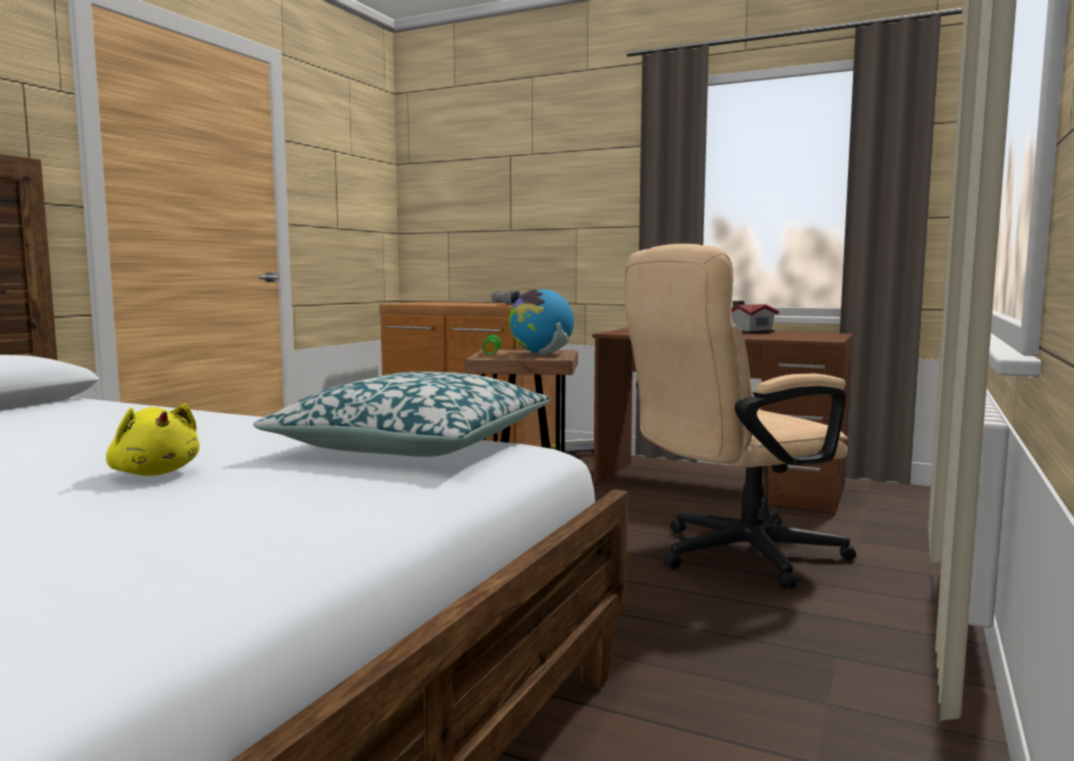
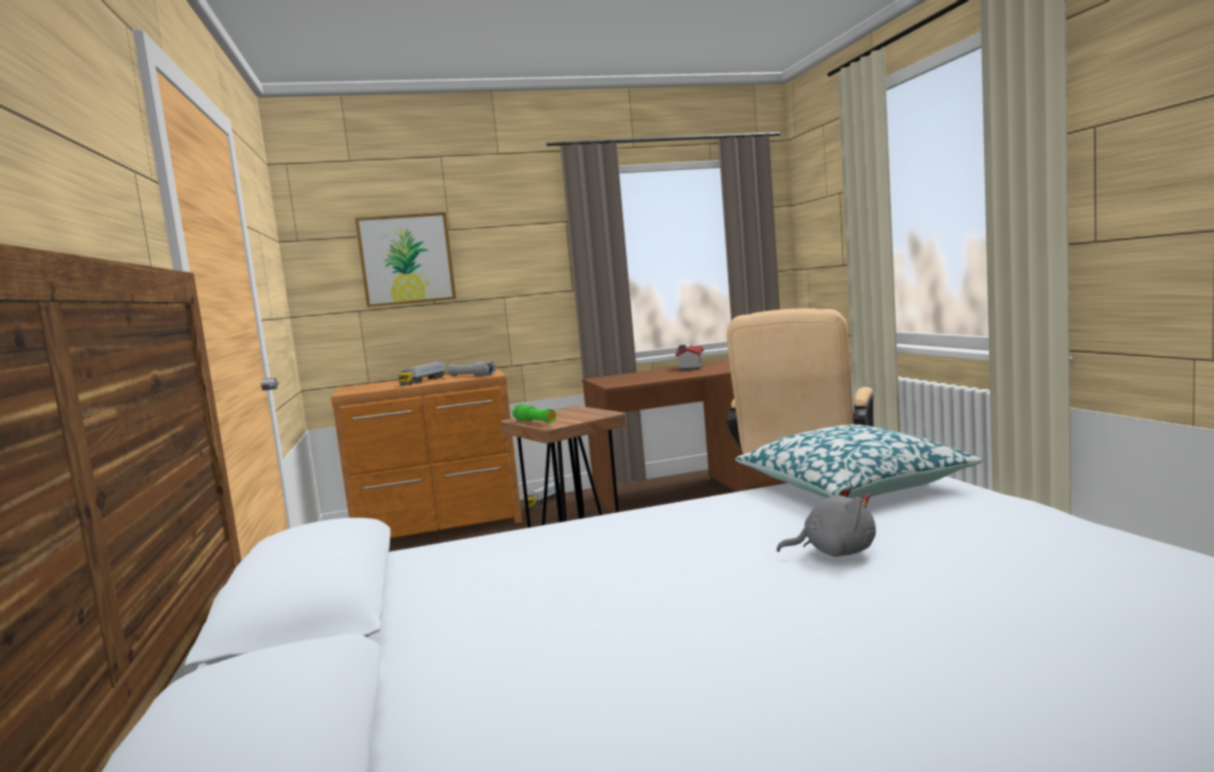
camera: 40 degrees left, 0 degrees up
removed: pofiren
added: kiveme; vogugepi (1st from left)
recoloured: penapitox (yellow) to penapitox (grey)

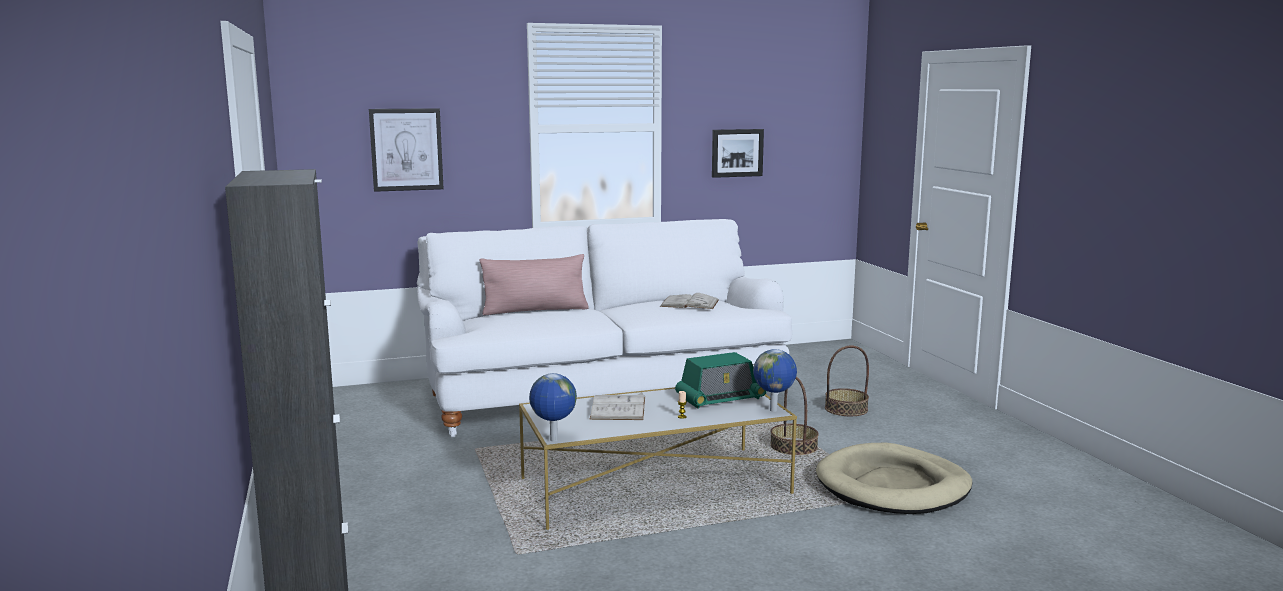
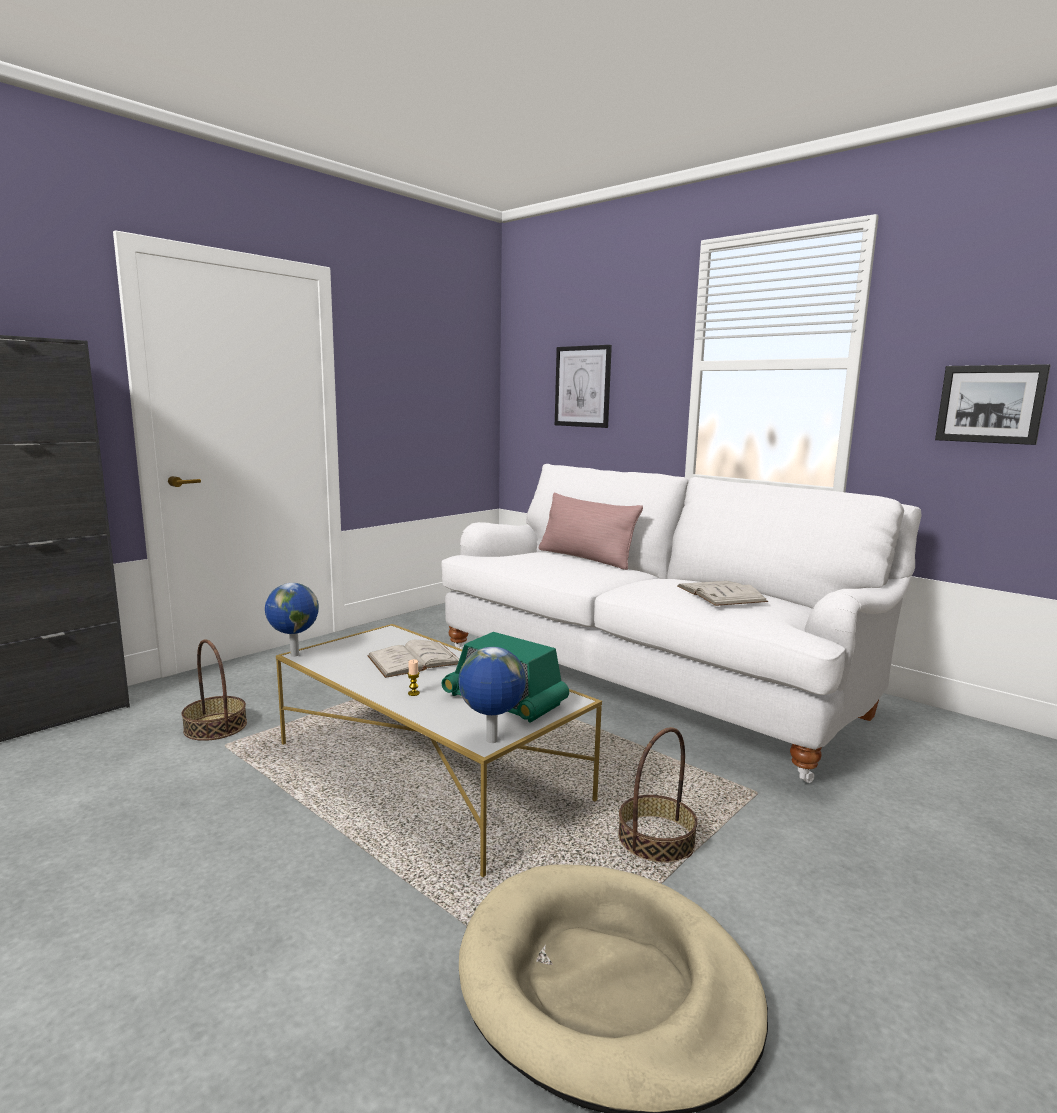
camera: 60 degrees right, 0 degrees up
moved: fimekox (2nd from left in the first image) to fimekox (1st from left)

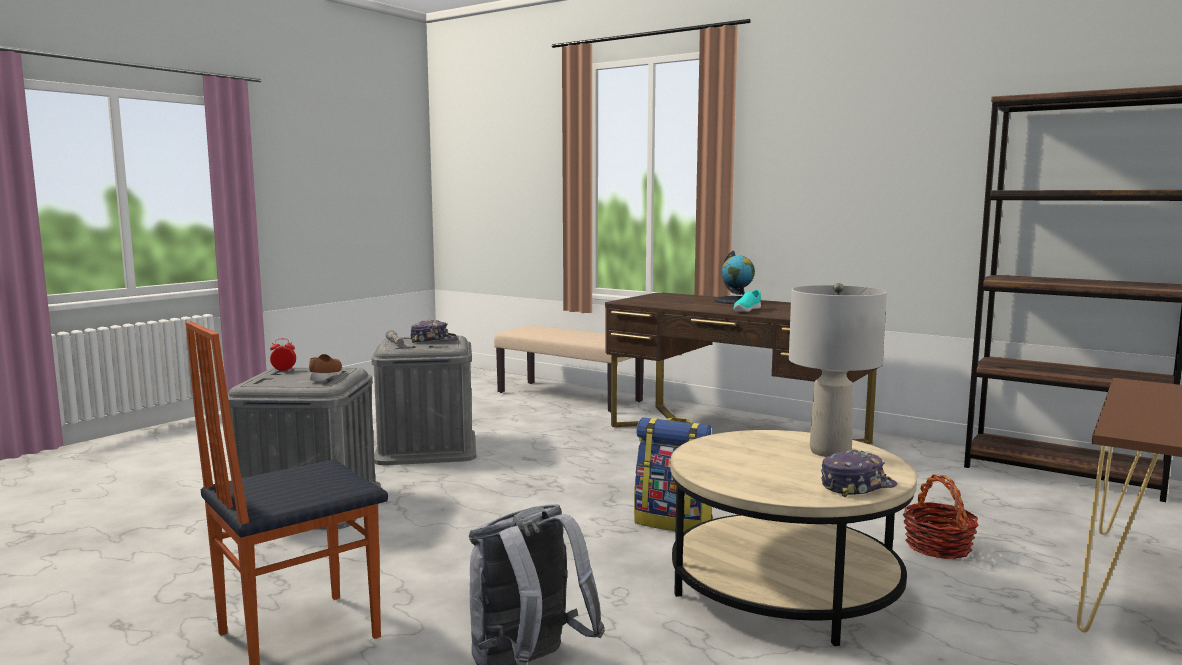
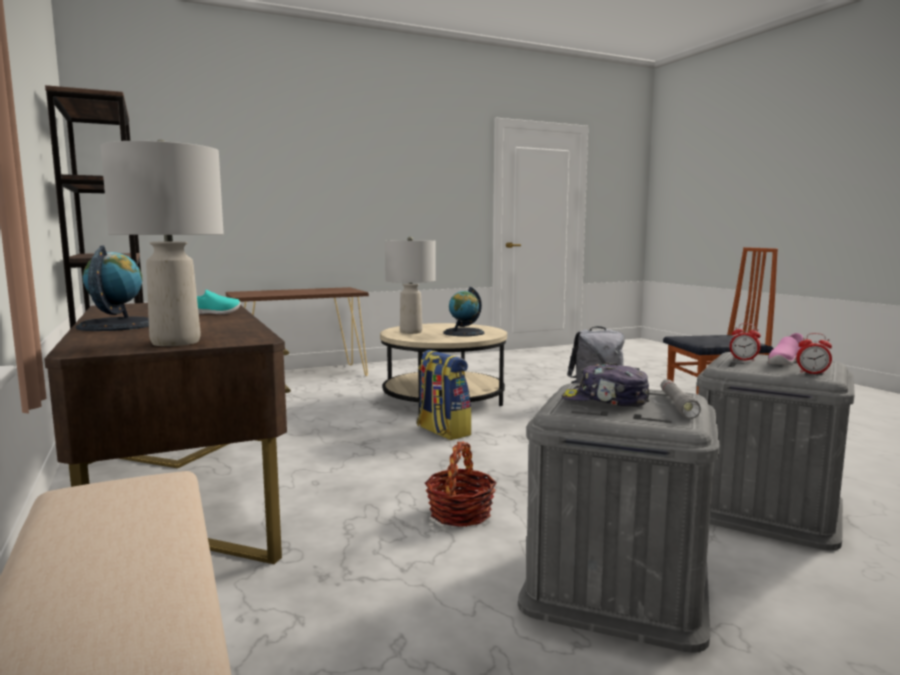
camera: 150 degrees left, 0 degrees up
removed: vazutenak (2nd from left)
added: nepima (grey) (1st from left); pofiren (2nd from left); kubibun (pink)
moved: fimekox
replaced: kubibun (brown) to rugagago (1st from left)

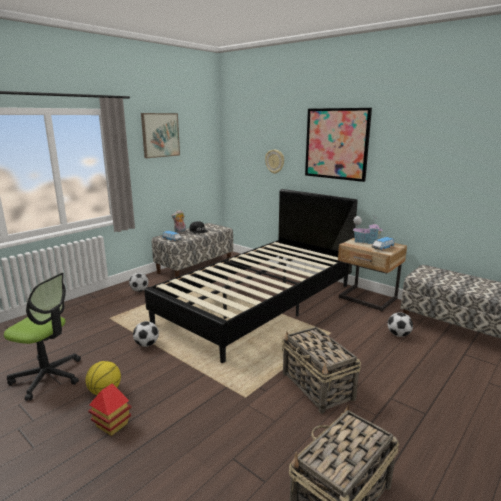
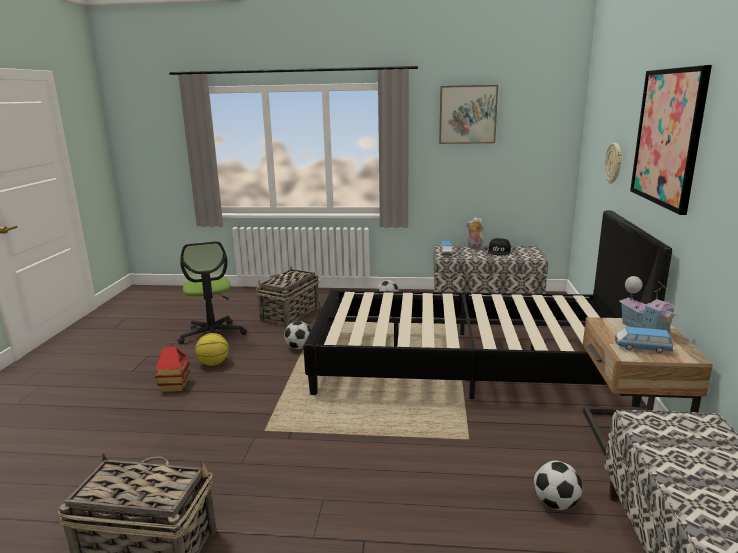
camera: 55 degrees right, 0 degrees up
moved: fimekox (1st from left in the first image) to fimekox (2nd from left)

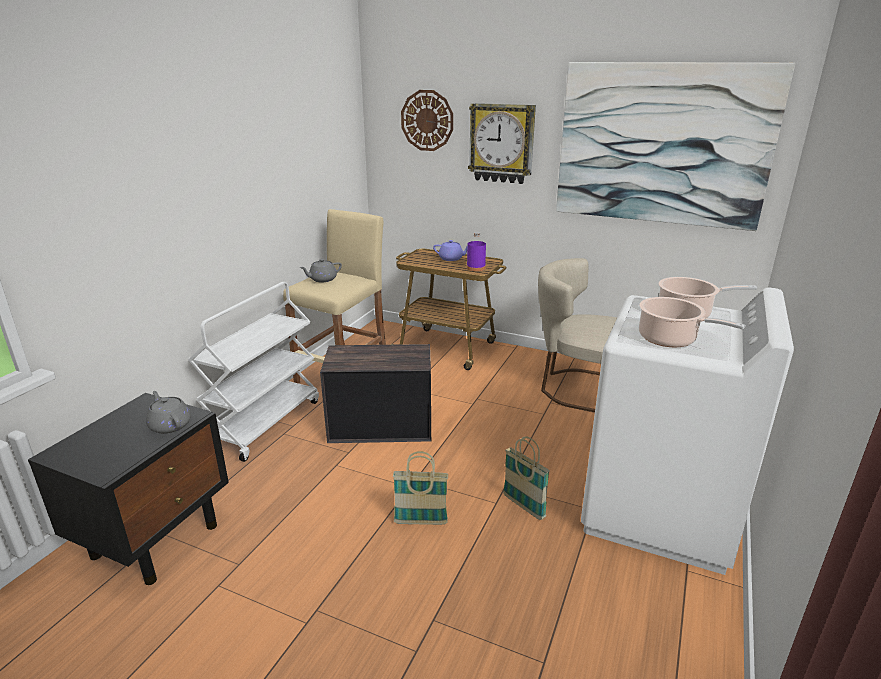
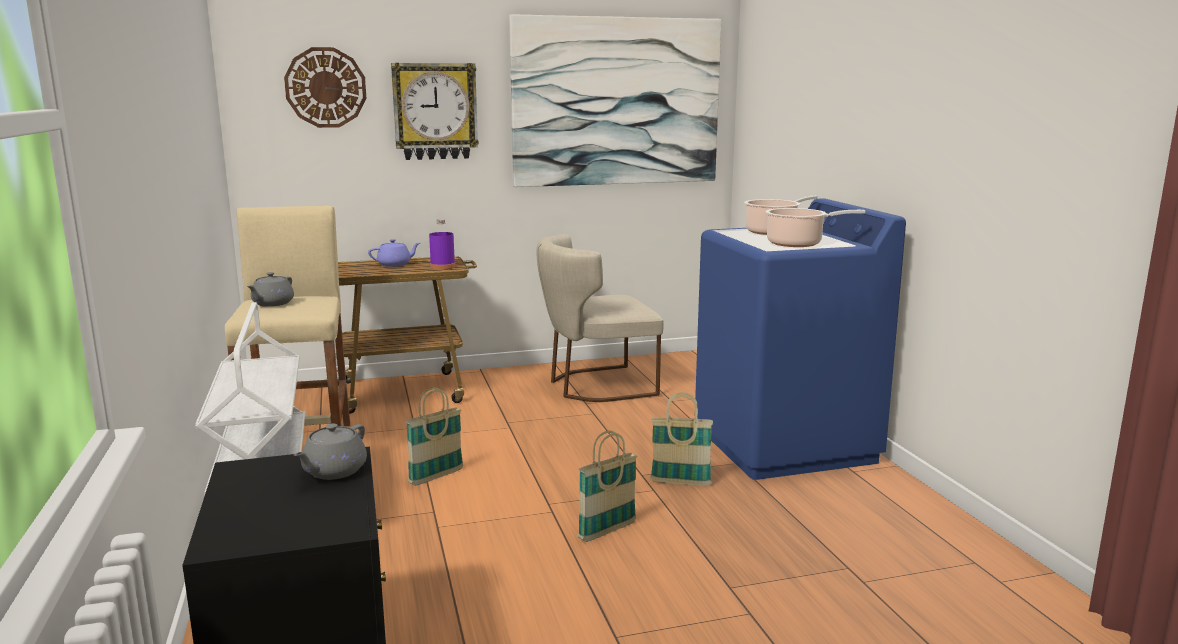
camera: 40 degrees left, 10 degrees down
replaced: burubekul to fimekox (1st from left)
recoloured: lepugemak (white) to lepugemak (blue)
turned: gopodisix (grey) (1st from left in the first image) 75 degrees counterclockwise

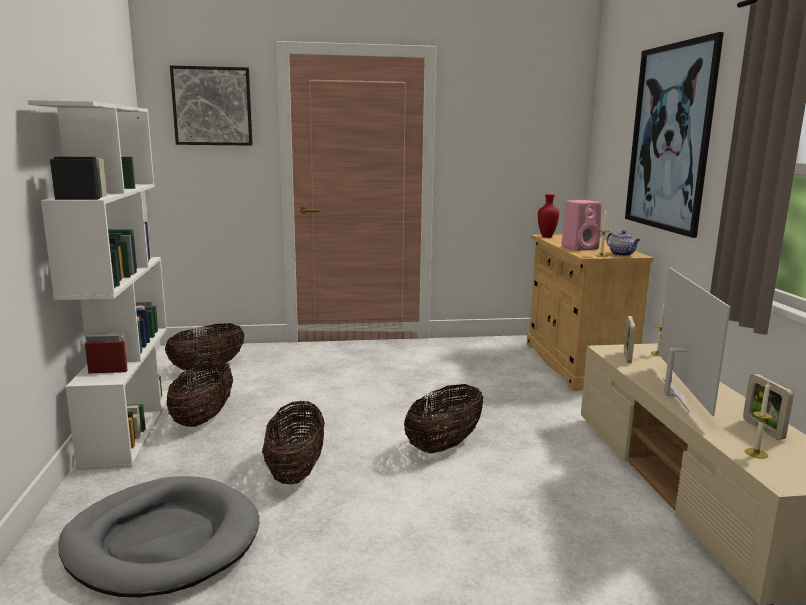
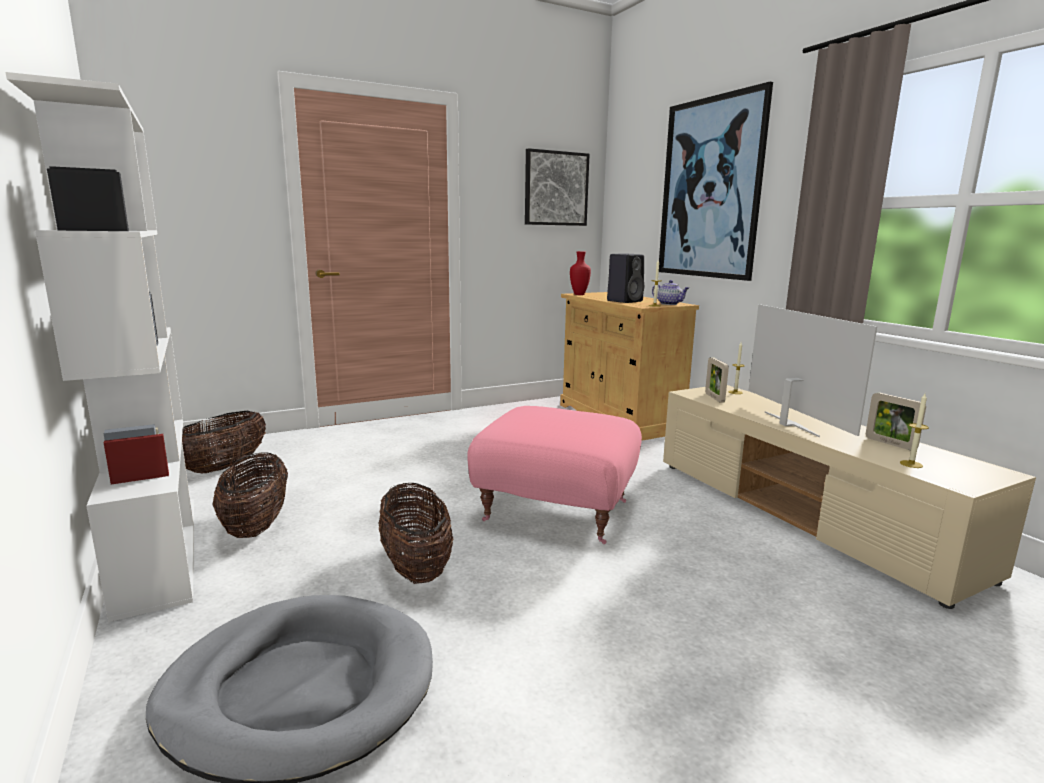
camera: 20 degrees left, 0 degrees up
moved: kiveme (1st from left)
replaced: fimekox (4th from left) to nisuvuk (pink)
recoloured: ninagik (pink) to ninagik (black)

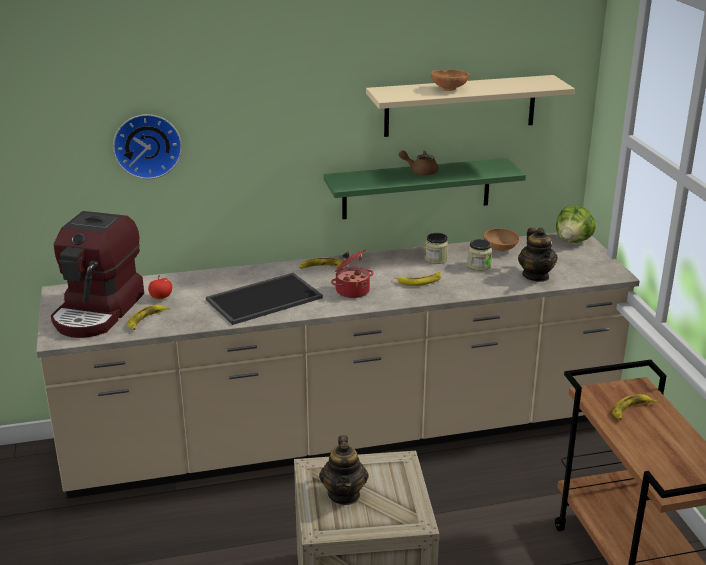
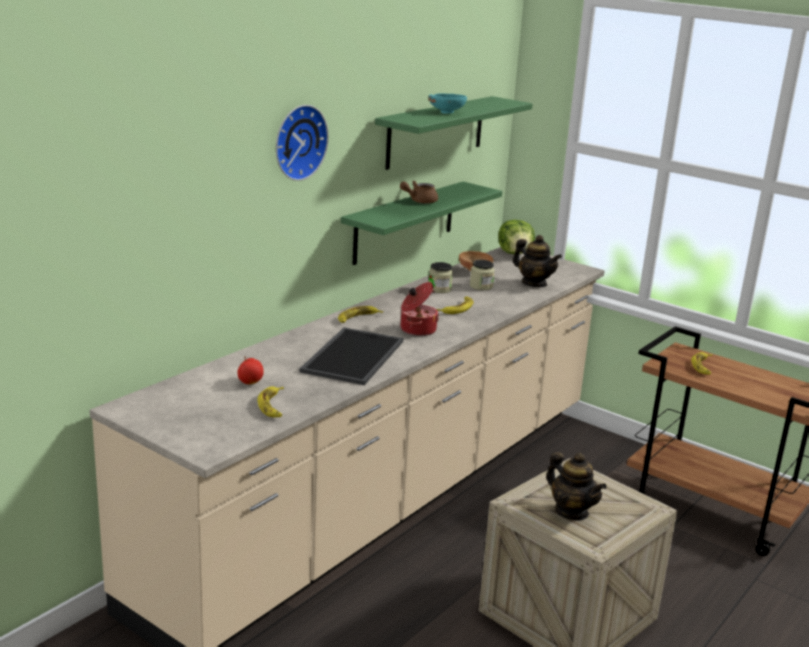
camera: 40 degrees left, 5 degrees down
removed: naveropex
moved: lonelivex
recoloured: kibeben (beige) to kibeben (green) (2nd from left); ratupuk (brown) (1st from left) to ratupuk (turquoise)

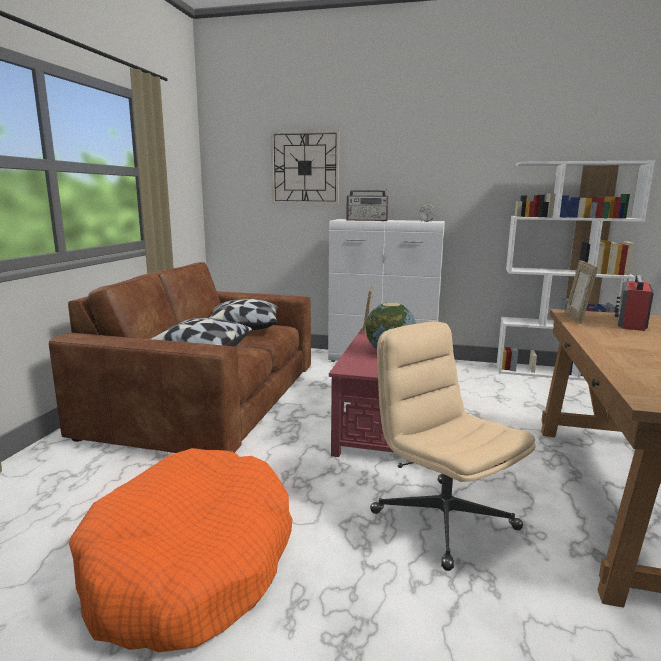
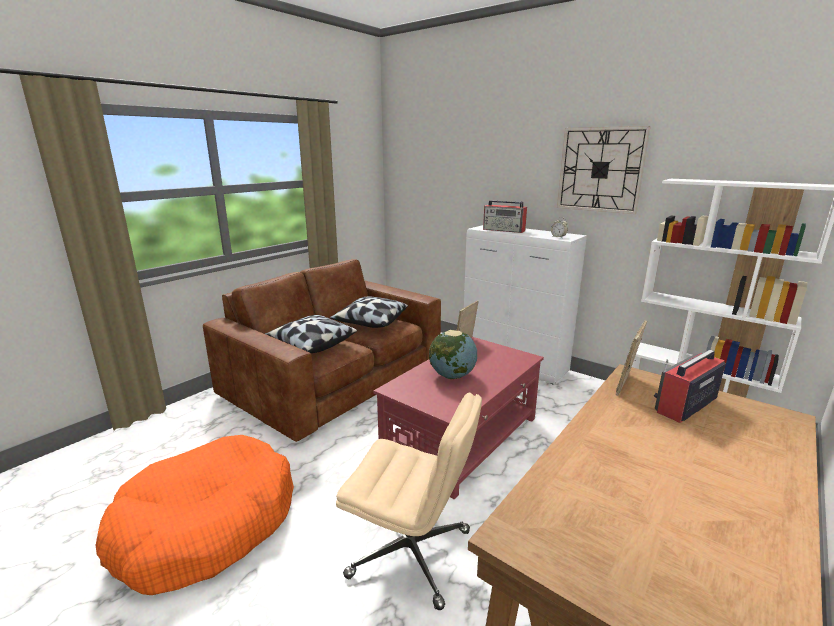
camera: 25 degrees right, 5 degrees up
moved: lonelivex
turned: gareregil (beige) 120 degrees clockwise

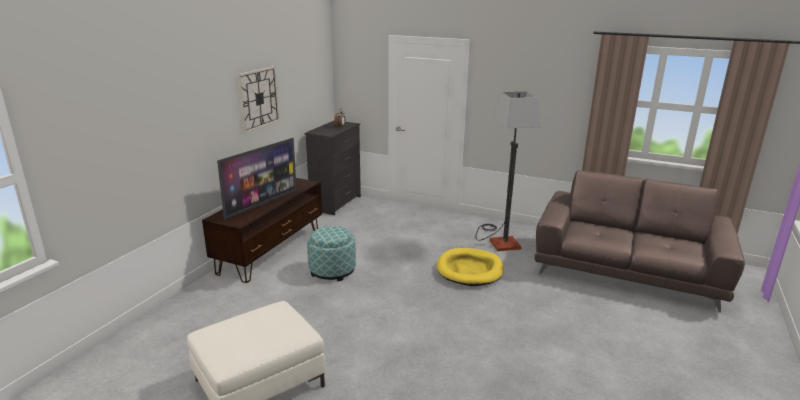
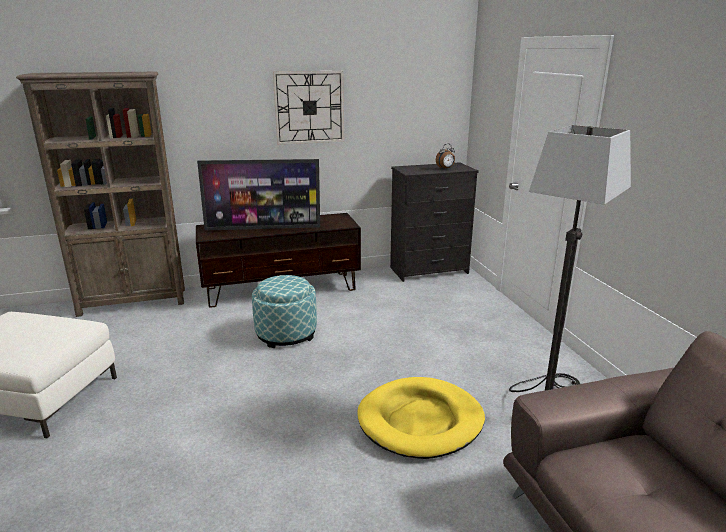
camera: 50 degrees right, 0 degrees up
added: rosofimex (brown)

